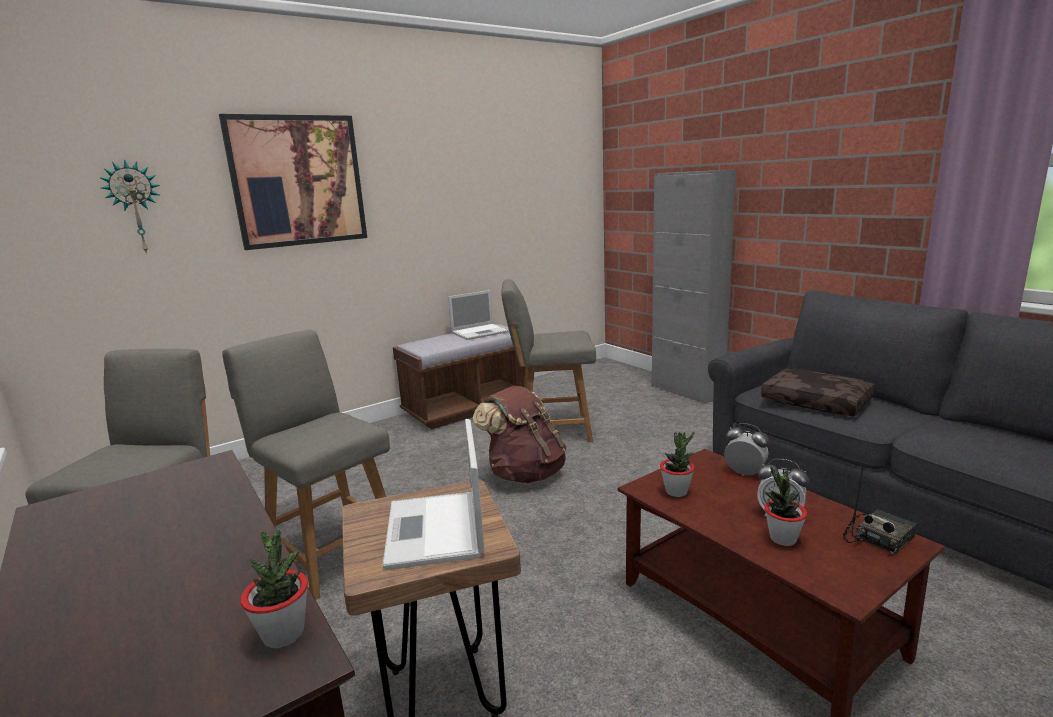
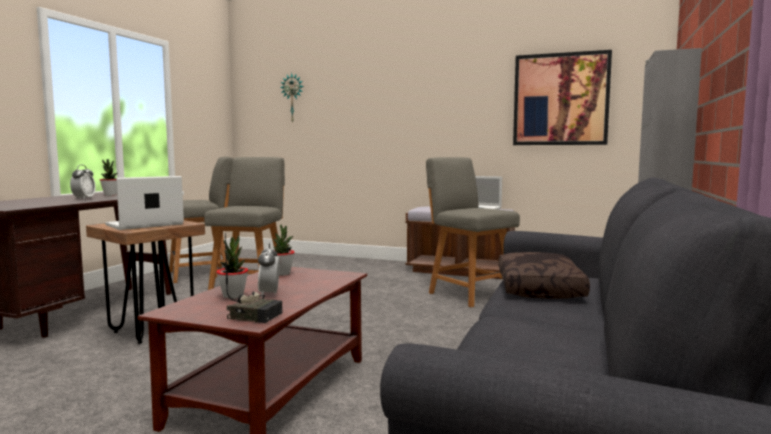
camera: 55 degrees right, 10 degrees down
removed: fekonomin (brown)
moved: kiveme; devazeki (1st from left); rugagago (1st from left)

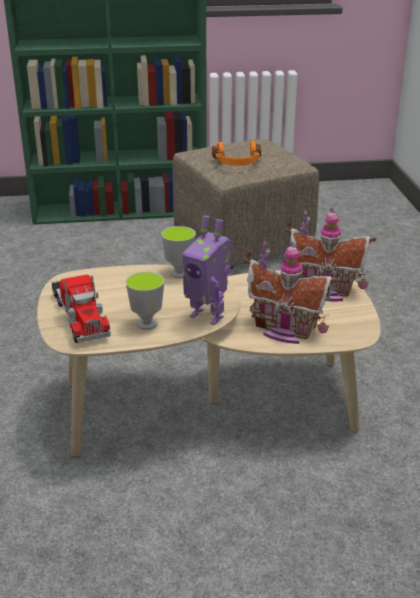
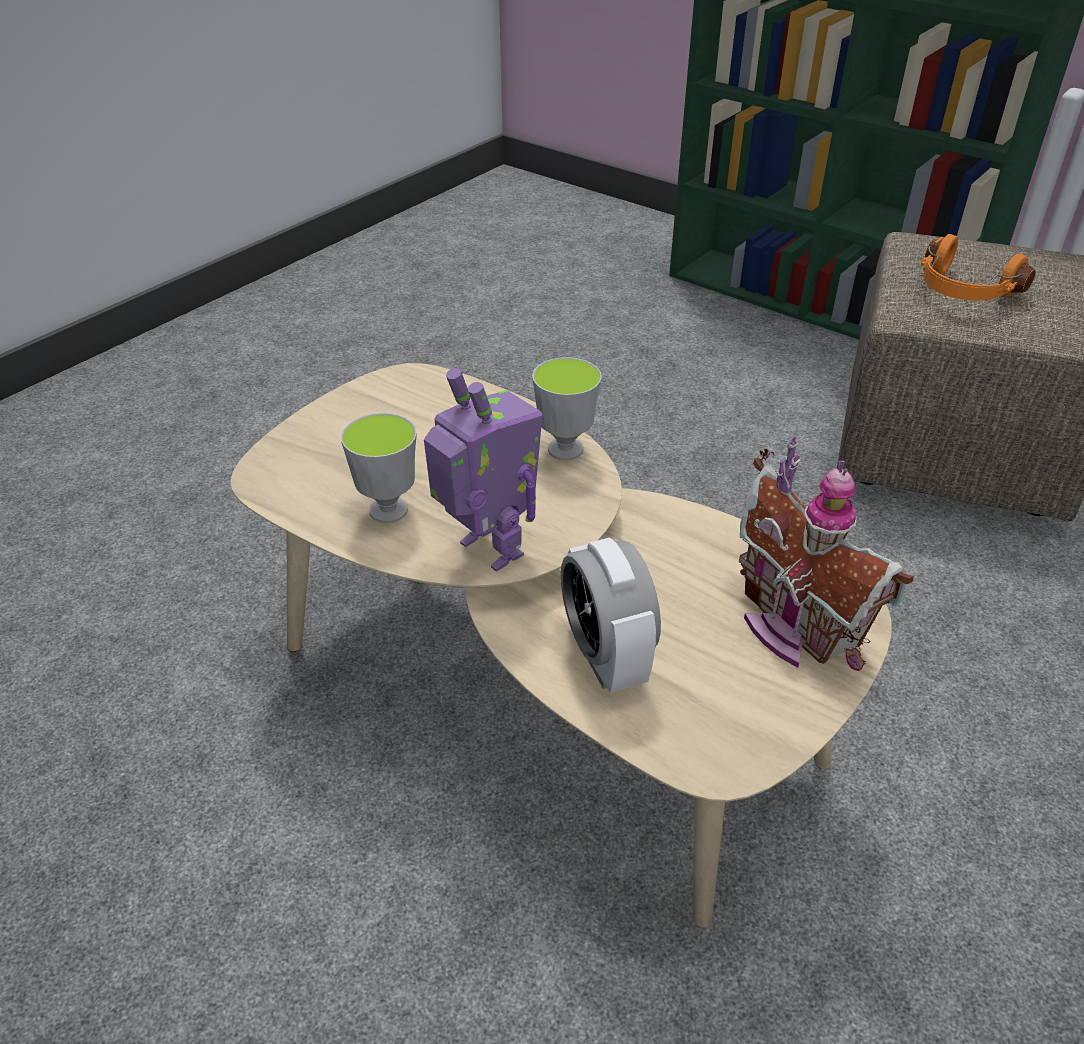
camera: 45 degrees right, 10 degrees up
removed: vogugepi
replaced: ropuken (1st from left) to rugagago
turned: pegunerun 150 degrees clockwise

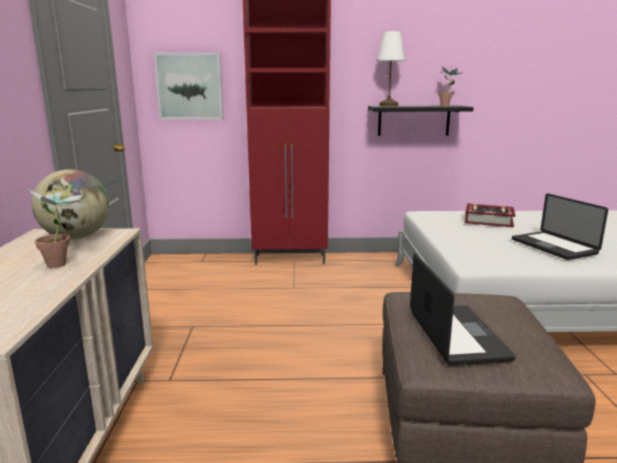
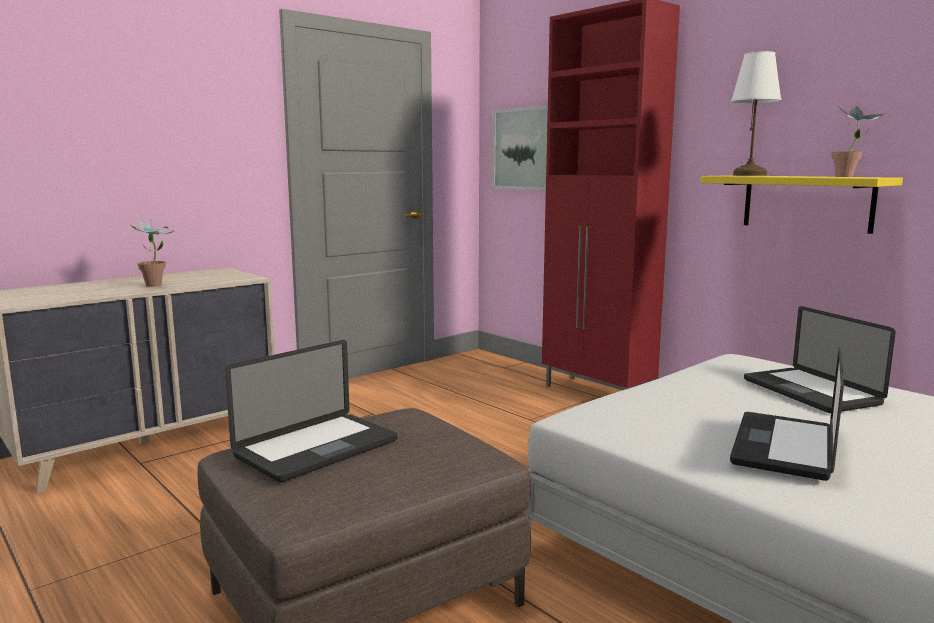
camera: 50 degrees right, 5 degrees down
removed: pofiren
replaced: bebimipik to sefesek (3rd from left)
recoloured: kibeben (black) to kibeben (yellow)

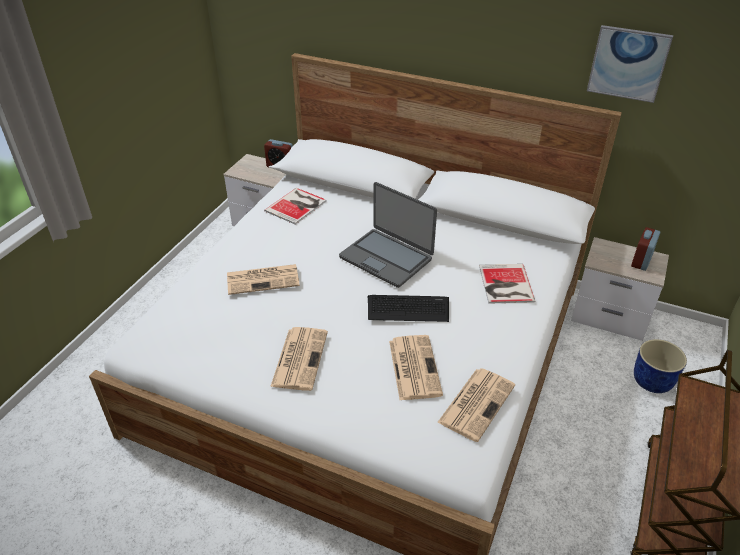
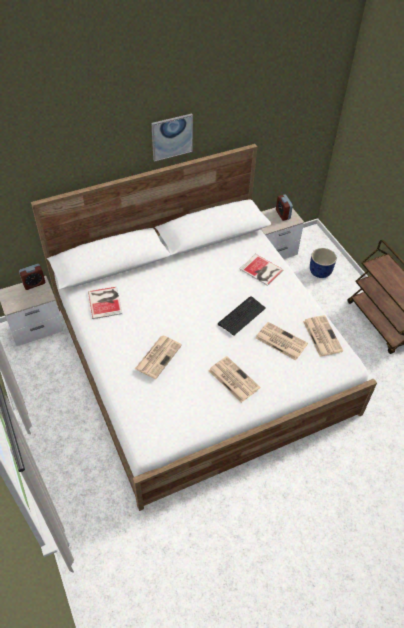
camera: 50 degrees left, 10 degrees up
removed: sefesek
moved: kiveme

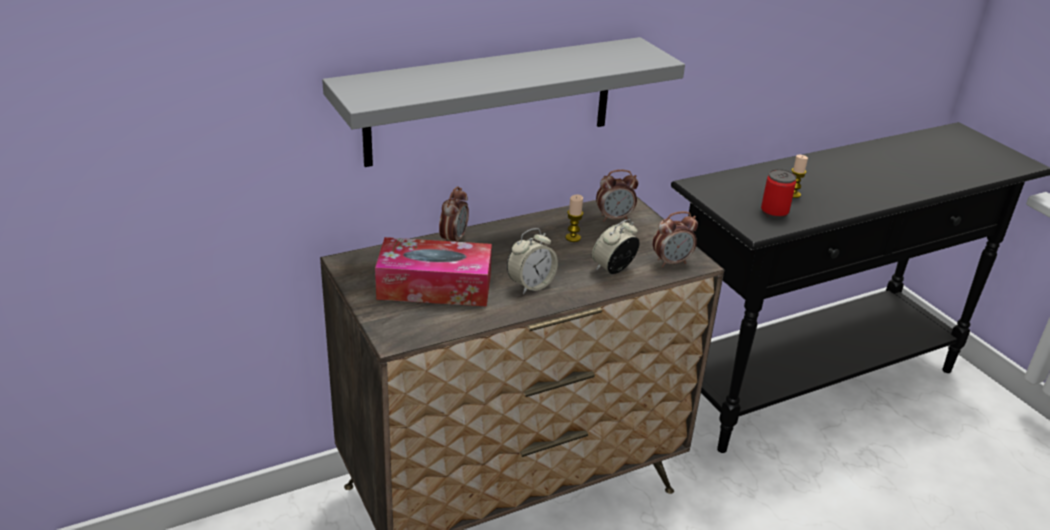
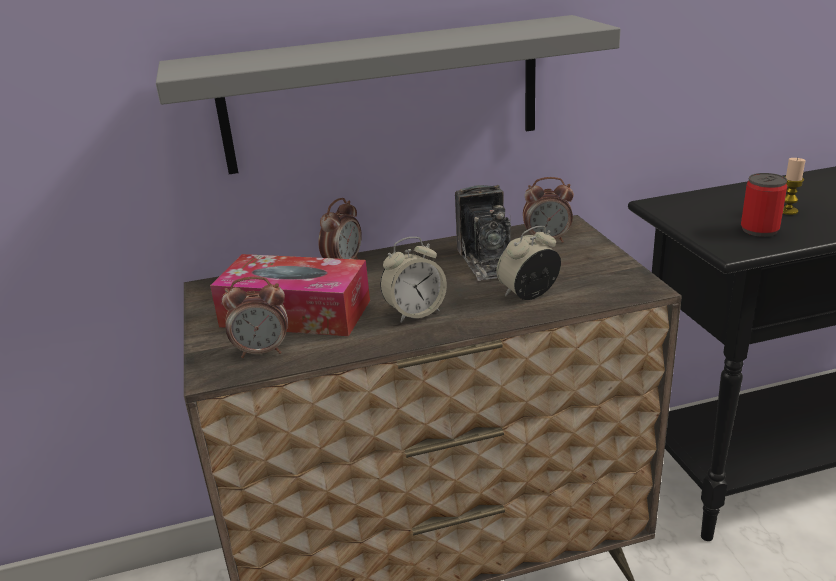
camera: 15 degrees right, 5 degrees down
moved: rugagago (5th from left in the first image) to rugagago (1st from left)
replaced: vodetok (1st from left) to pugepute

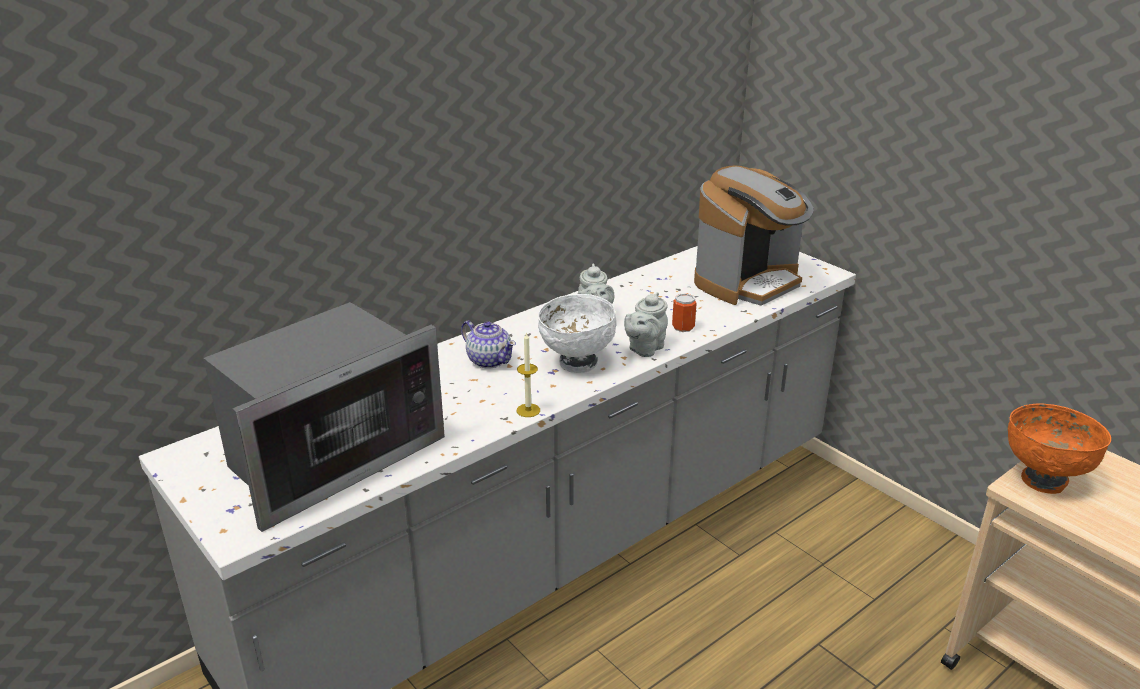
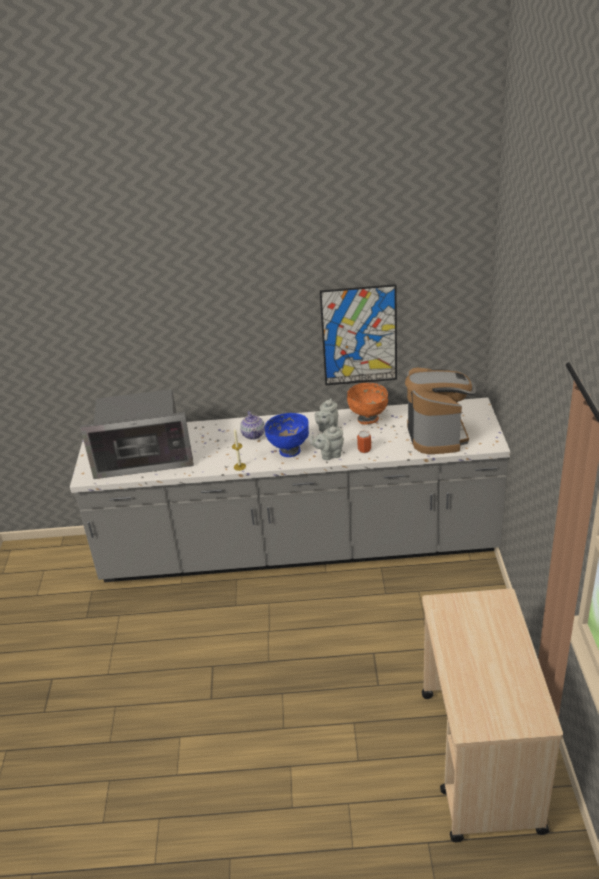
camera: 40 degrees right, 5 degrees up
added: kiveme
moved: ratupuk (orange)
recoloured: ratupuk (white) to ratupuk (blue)
turned: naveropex 90 degrees counterclockwise

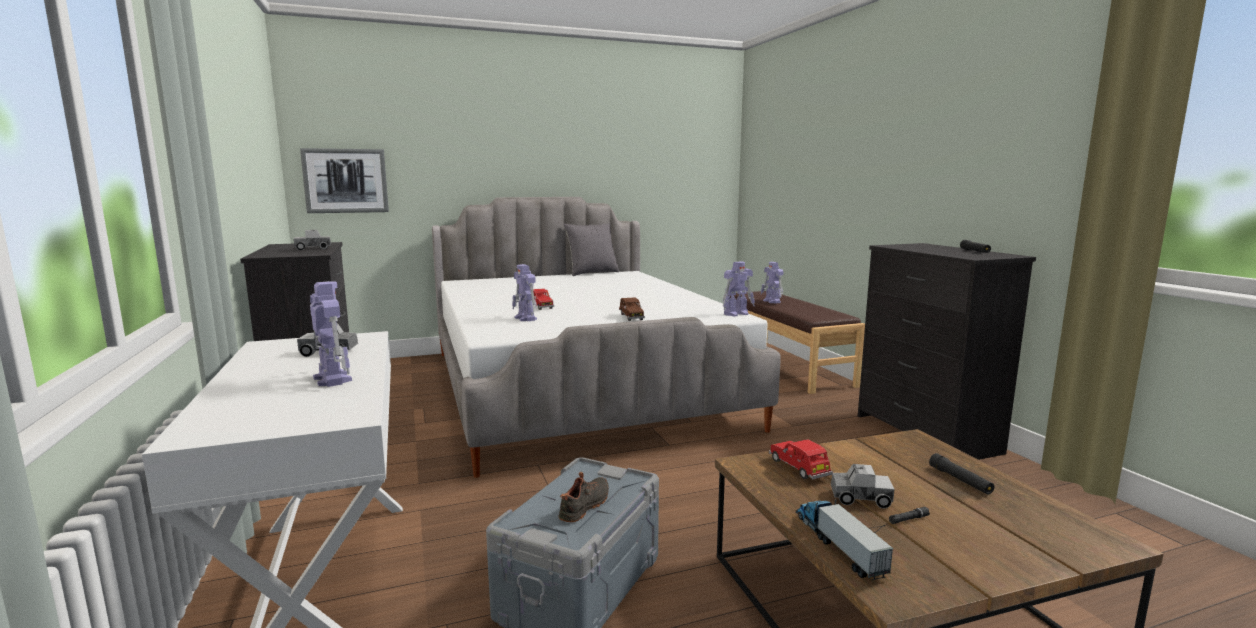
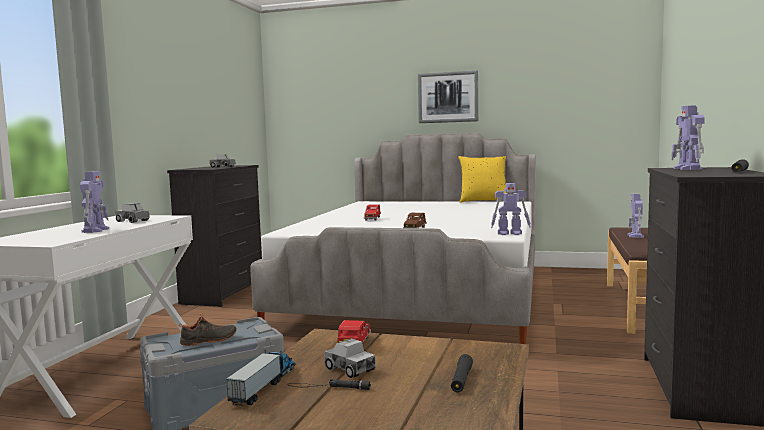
camera: 35 degrees right, 5 degrees down
moved: kiveme; pegunerun (2nd from left in the first image) to pegunerun (4th from left)
recoloured: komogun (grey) to komogun (yellow)

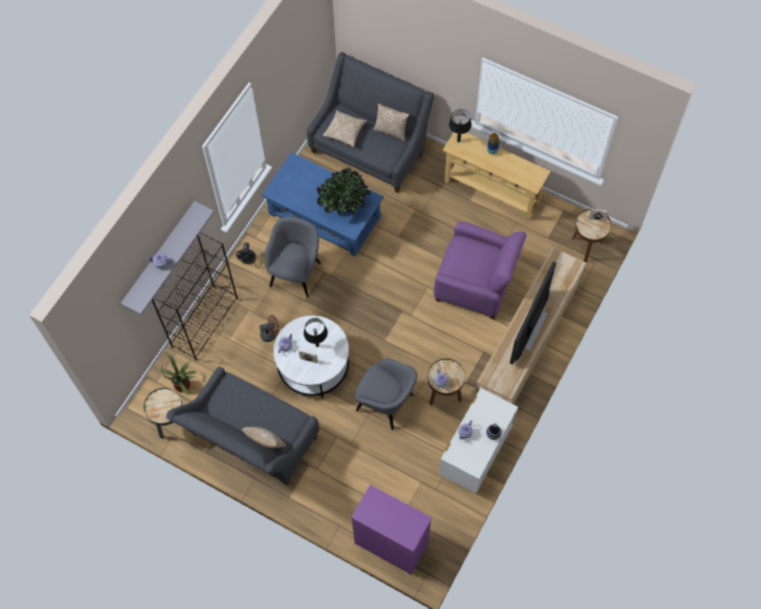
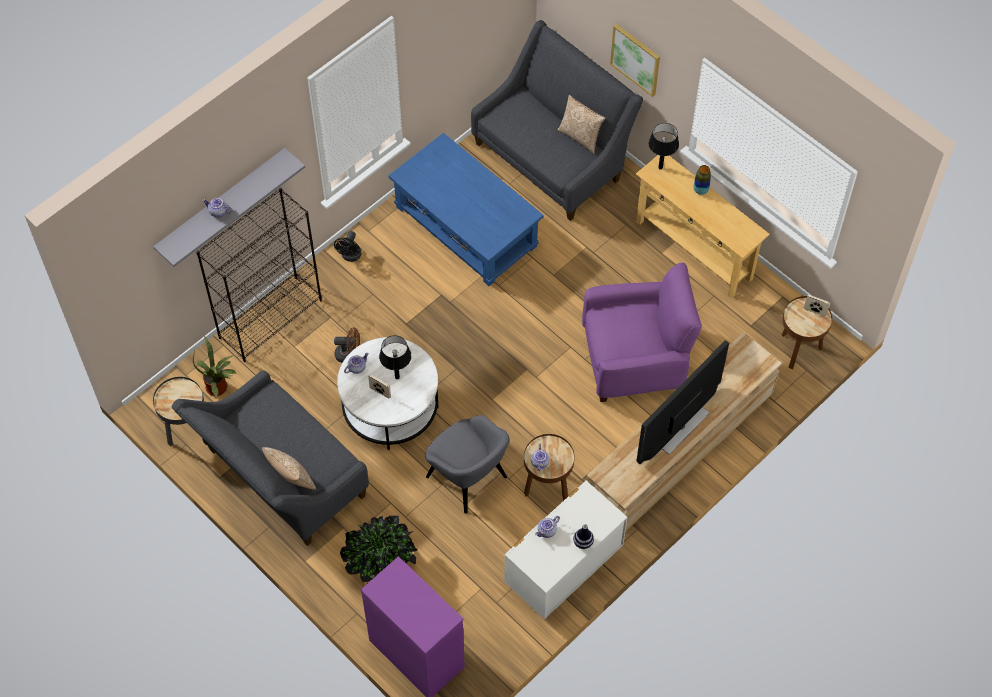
camera: 15 degrees right, 5 degrees down
removed: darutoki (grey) (1st from left); komogun (2nd from left)
added: kiveme
moved: devazeki (2nd from left)
turned: darutoki (purple) 45 degrees counterclockwise

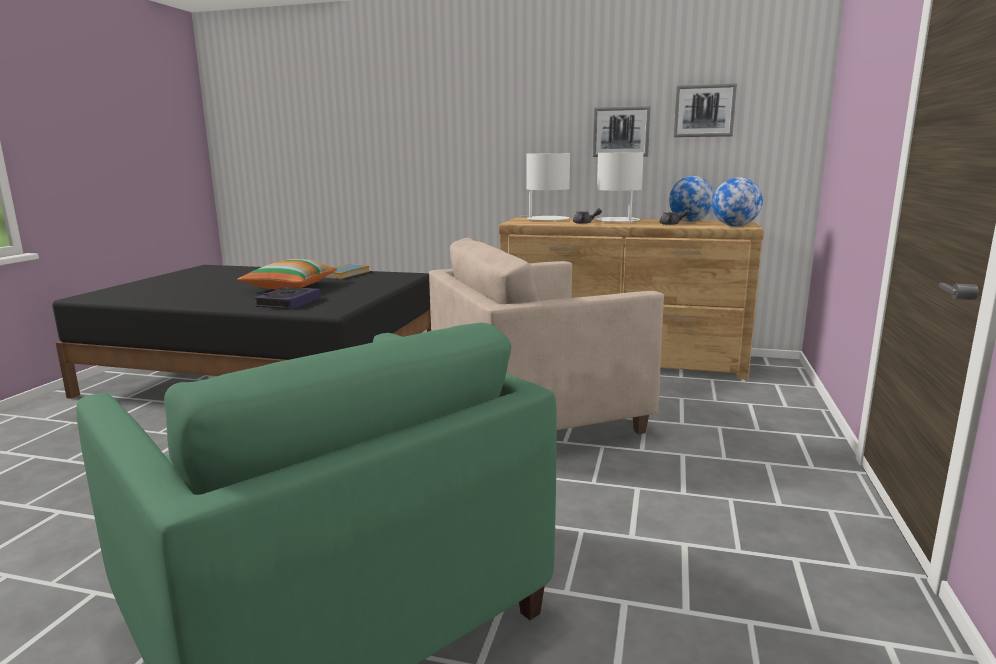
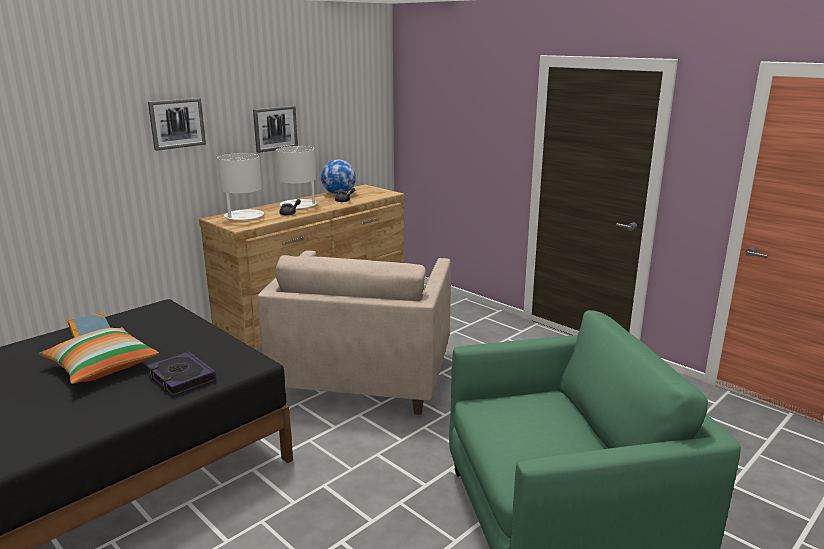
camera: 60 degrees left, 5 degrees up
removed: pofiren (2nd from left)
moved: kiveme (2nd from left in the first image) to kiveme (1st from left)

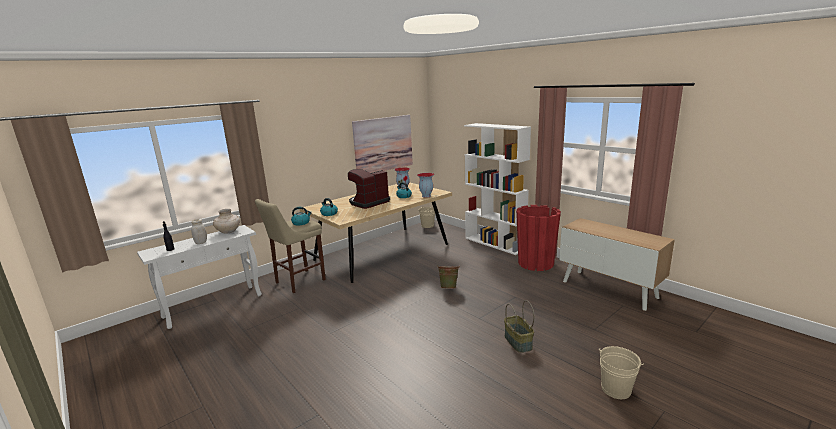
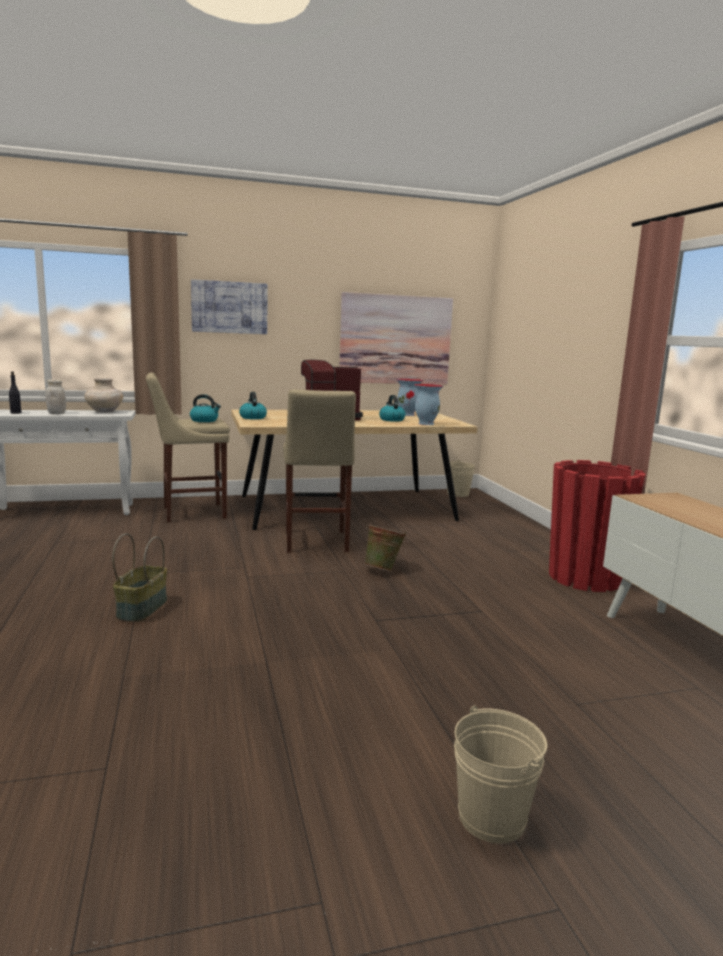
camera: 25 degrees right, 5 degrees down
removed: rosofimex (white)
added: kiveme (1st from left); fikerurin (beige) (2nd from left)
moved: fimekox

